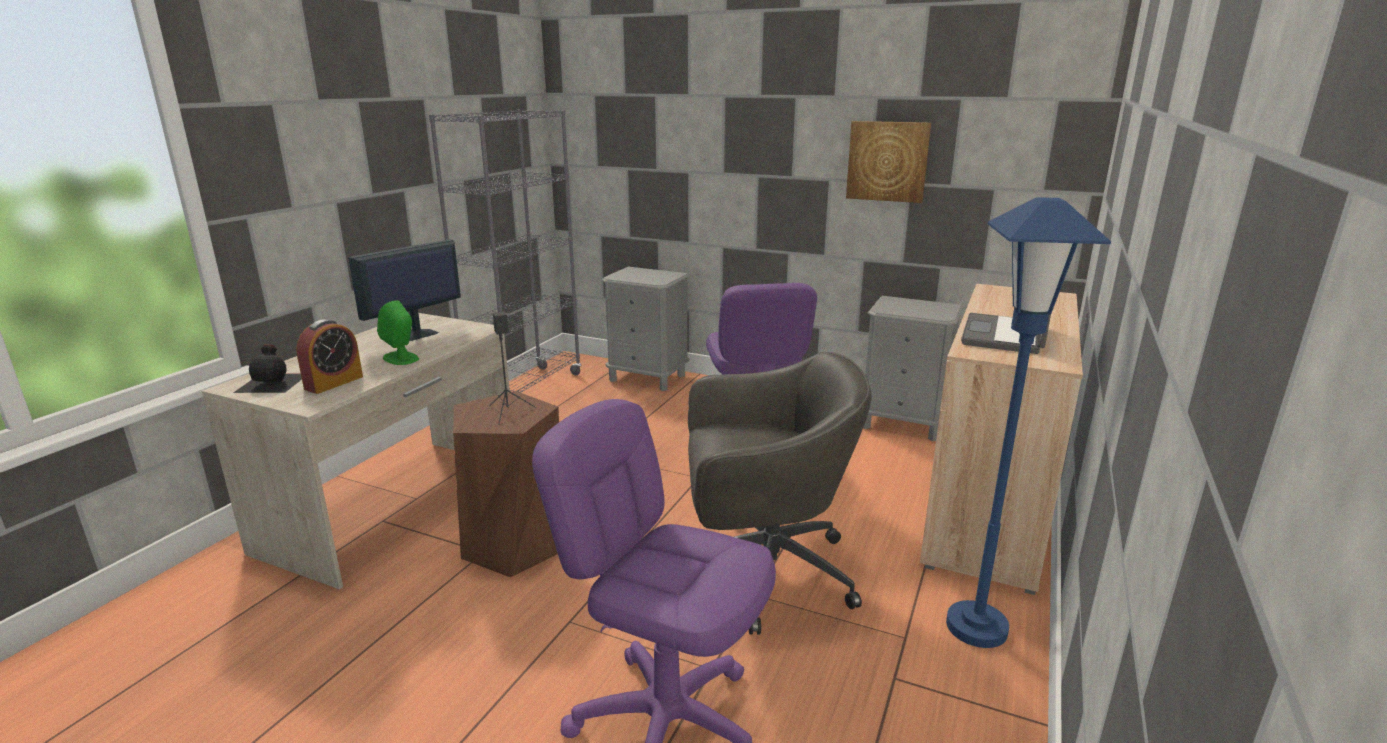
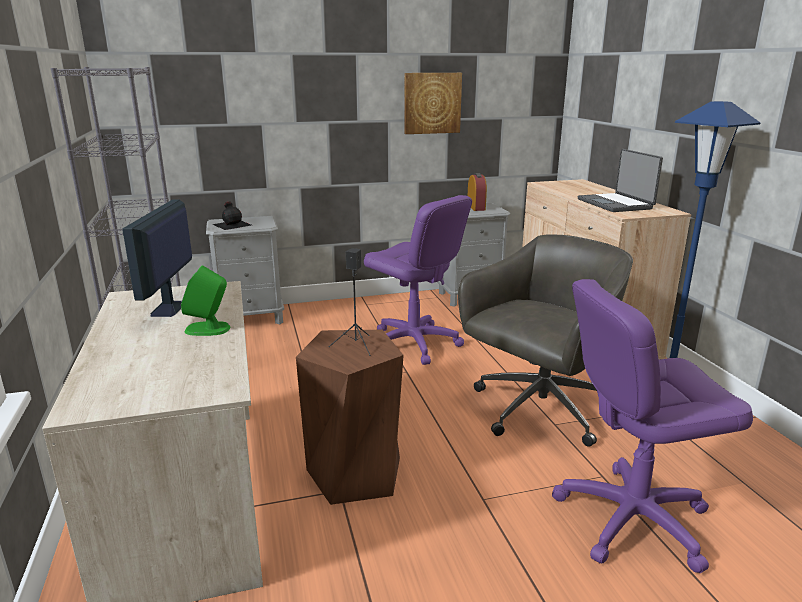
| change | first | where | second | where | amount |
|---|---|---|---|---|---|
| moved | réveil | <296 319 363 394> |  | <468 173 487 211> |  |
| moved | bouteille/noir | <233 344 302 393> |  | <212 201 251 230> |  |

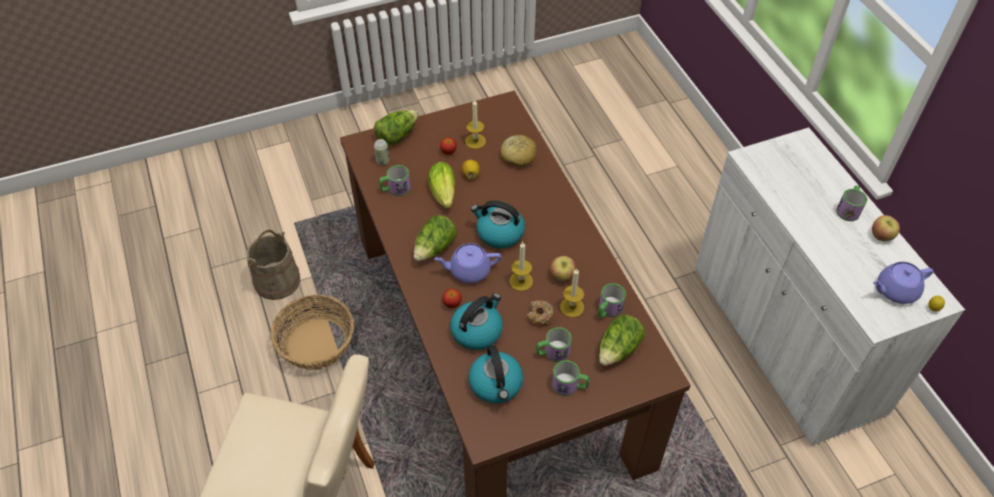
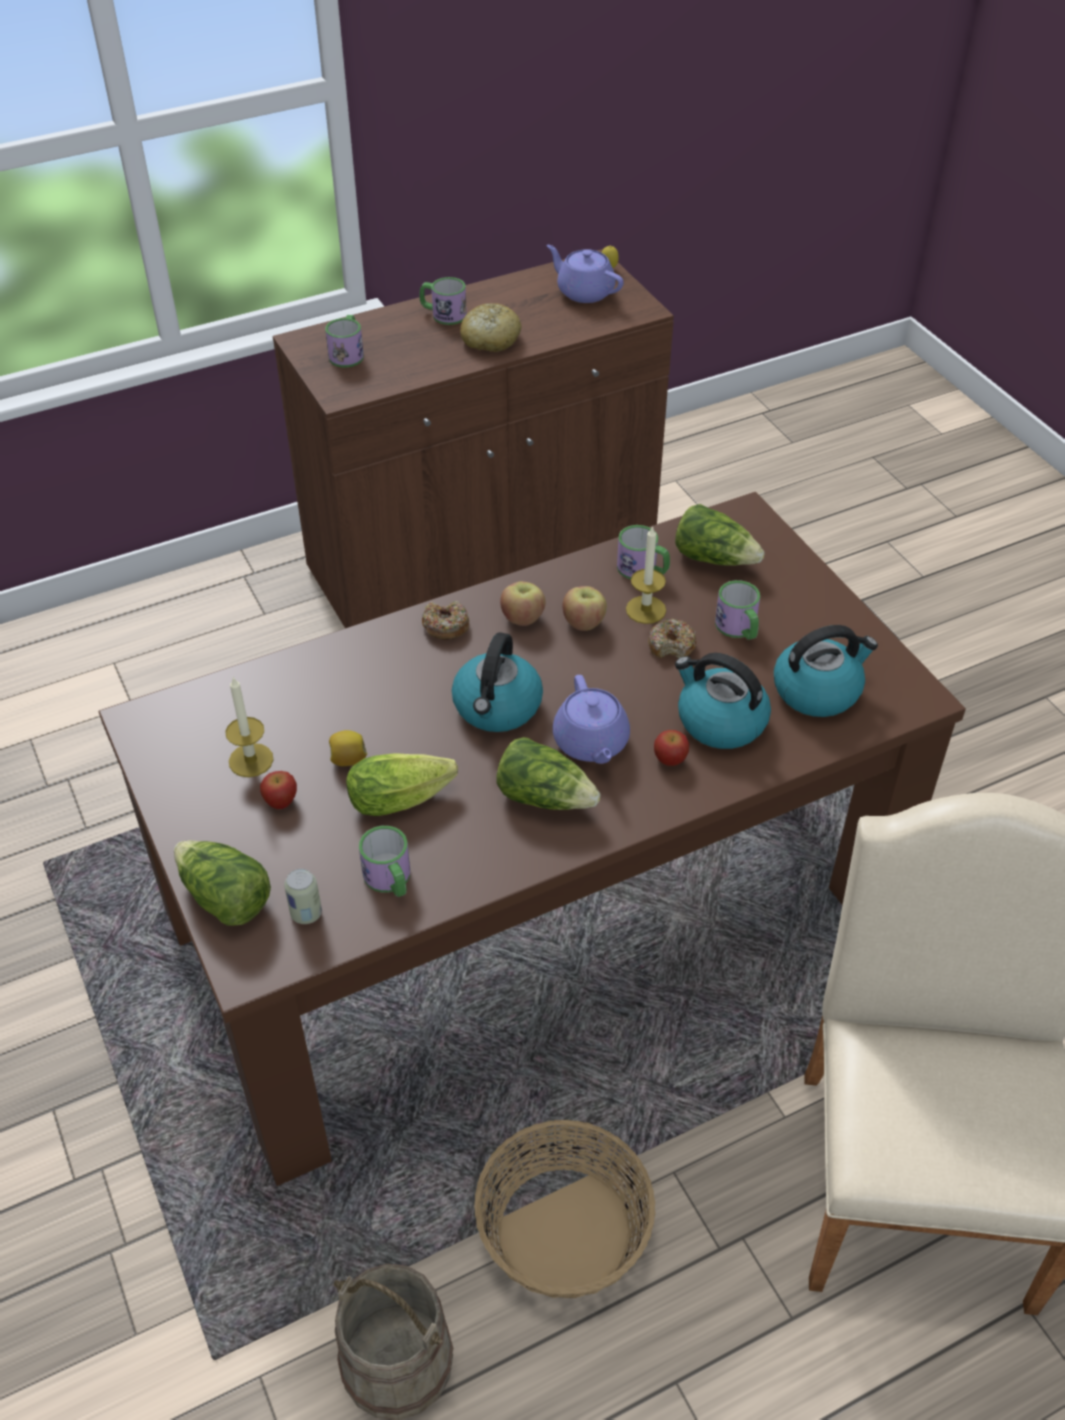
| change | first | where | second | where | amount |
|---|---|---|---|---|---|
| recoloured | meuble de rangement/blanc | <695 128 965 445> | meuble de rangement/marron | <272 249 674 628> |  |
| moved | pain | <501 135 537 167> |  | <460 303 521 352> |  |
| moved | pomme | <872 215 900 241> |  | <500 581 546 626> |  |
| removed | bougie | <509 242 533 291> |  |  |  |
| turned | théière/violet | <873 262 933 304> |  | <546 245 624 303> | 150 degrees clockwise |
| moved | mug | <552 360 589 396> |  | <325 315 364 367> |  |
| added |  |  | beignet | <422 601 469 640> |  |

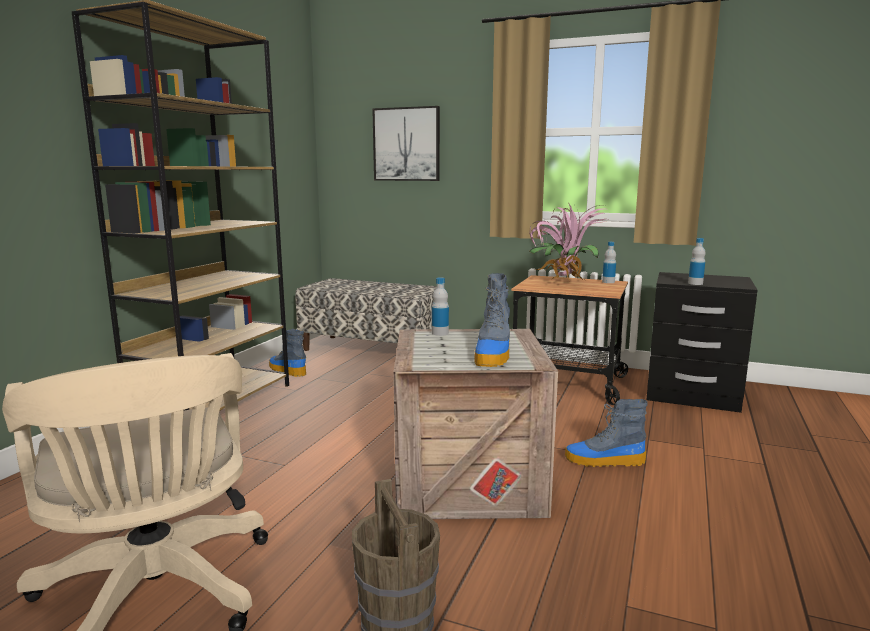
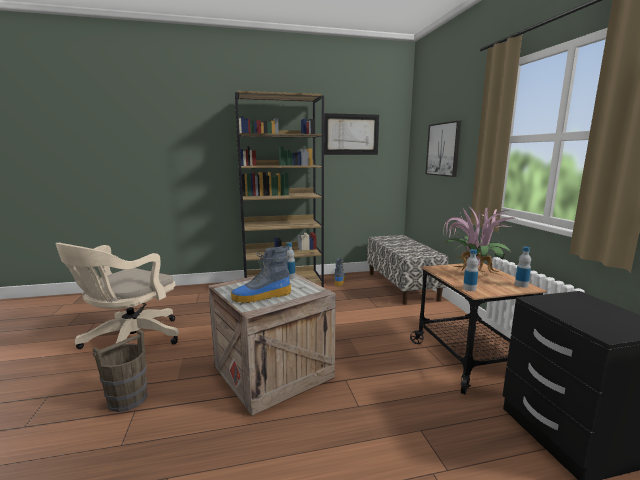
| change | first | where | second | where | amount |
|---|---|---|---|---|---|
| moved | bouteille | <688 238 706 285> |  | <463 249 478 291> |  |
| removed | botte | <565 399 647 467> |  |  |  |
| added |  |  | tableau | <324 113 379 155> |  |

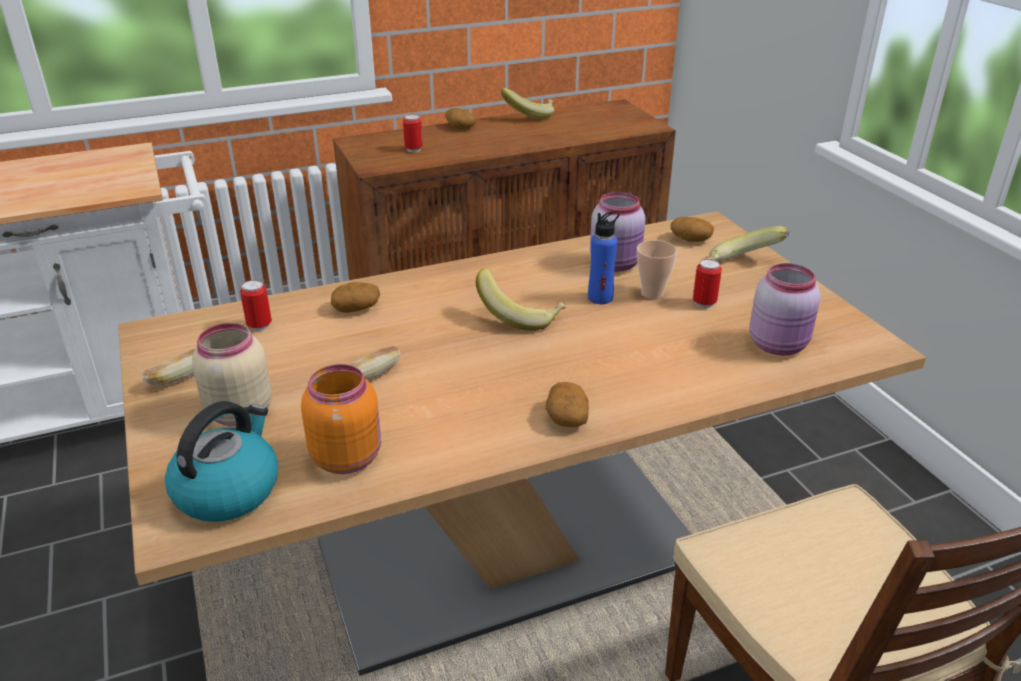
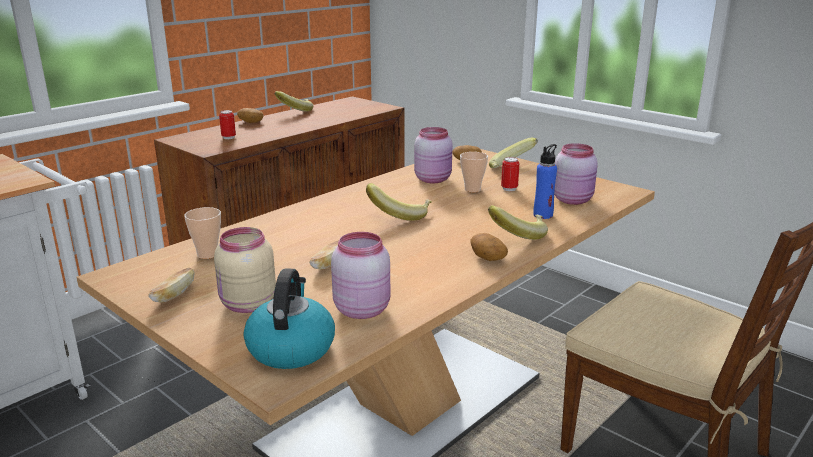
| change | first | where | second | where | amount |
|---|---|---|---|---|---|
| moved | bouteille/bleu | <588 211 620 304> |  | <533 144 557 219> |  |
| replaced | boîte métallique | <240 280 272 331> | tasse | <184 207 221 259> |  |
| removed | pomme de terre | <331 282 380 313> |  |  |  |
| recoloured | bocal/orange | <301 364 381 474> | bocal/rose | <331 232 390 319> |  |
| added |  |  | banane | <488 205 548 240> |  |

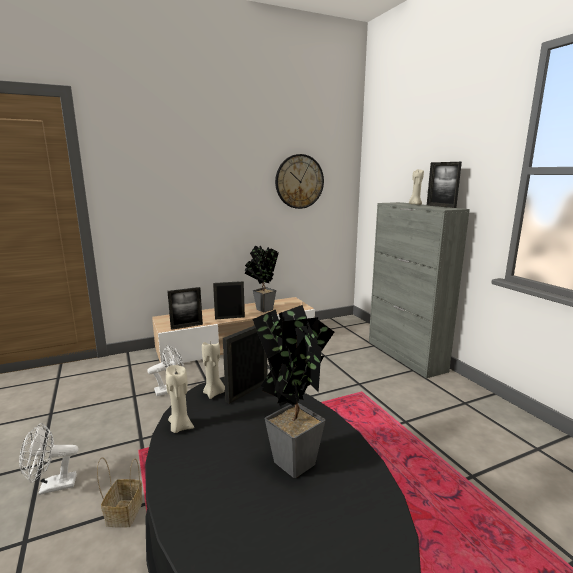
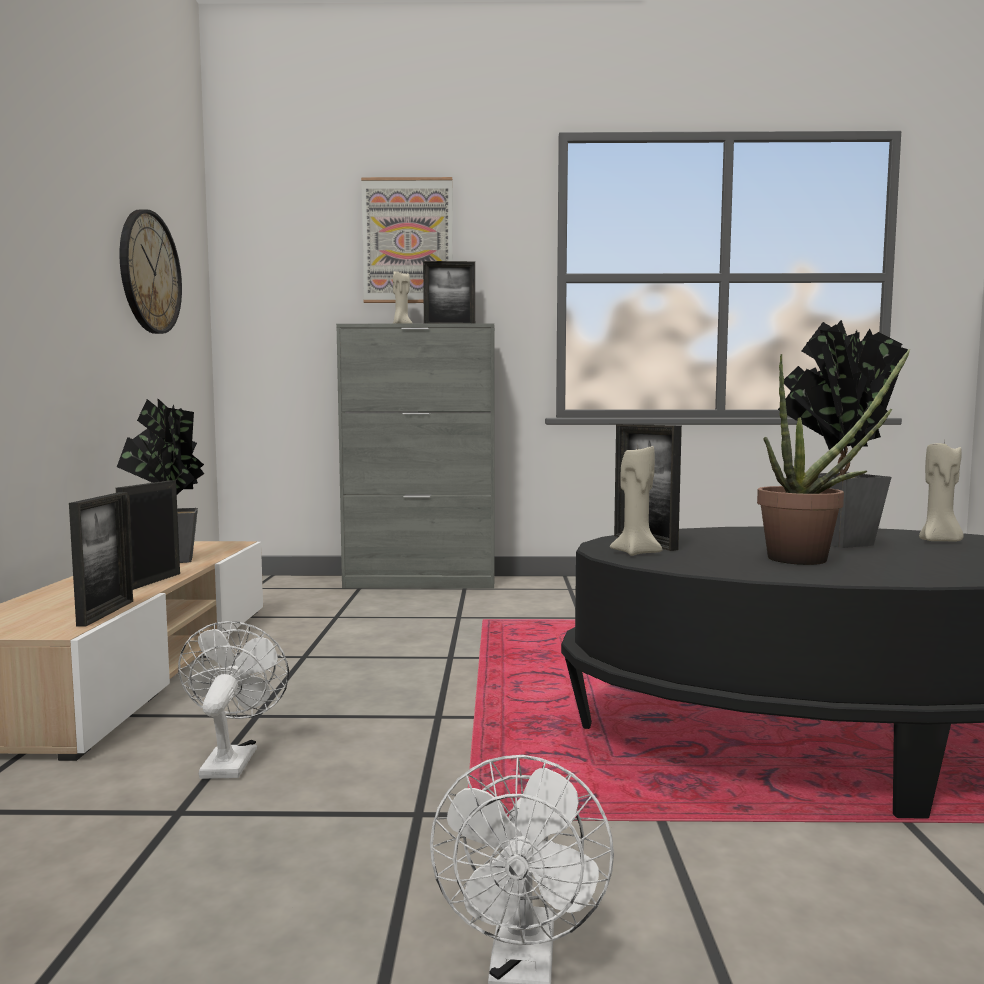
| change | first | where | second | where | amount |
|---|---|---|---|---|---|
| moved | bougie/beige | <166 365 194 433> |  | <919 441 964 542> |  |
| removed | panier | <97 457 142 528> |  |  |  |
| added |  |  | tableau | <361 177 453 303> |  |
| added |  |  | plante en pot | <757 349 911 565> |  |

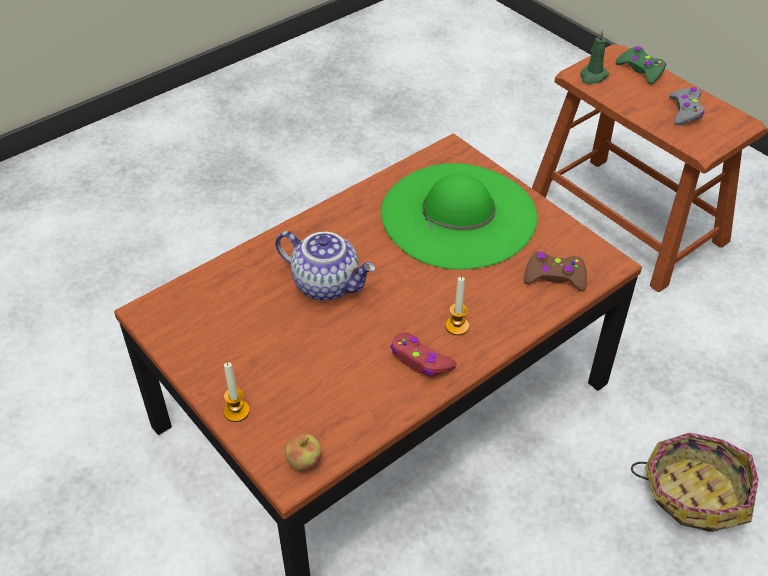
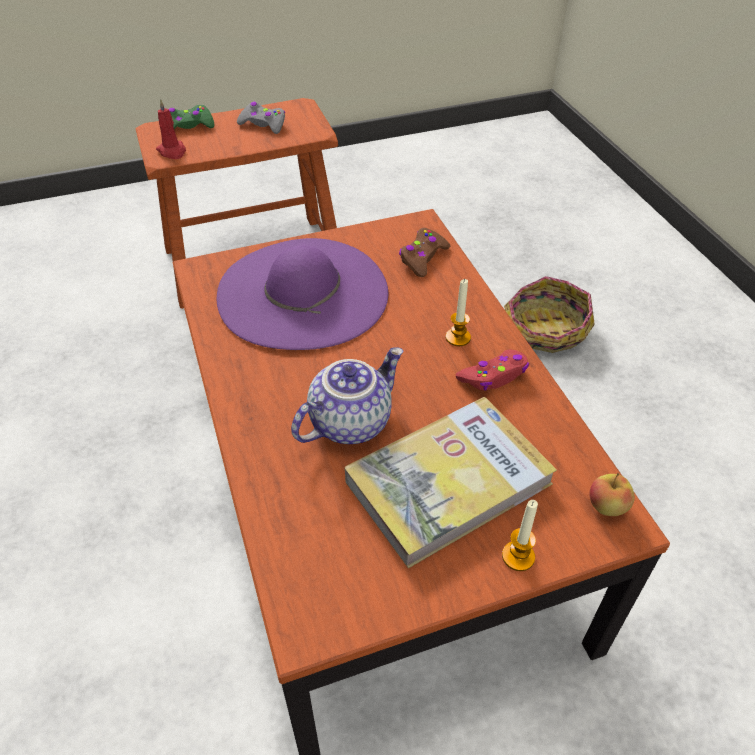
| change | first | where | second | where | amount |
|---|---|---|---|---|---|
| recoloured | bougie/vert | <580 29 609 84> | bougie/rouge | <156 99 186 159> |  |
| recoloured | chapeau/vert | <381 163 537 270> | chapeau/violet | <217 238 388 350> |  |
| added |  |  | livre | <345 397 557 568> |  |

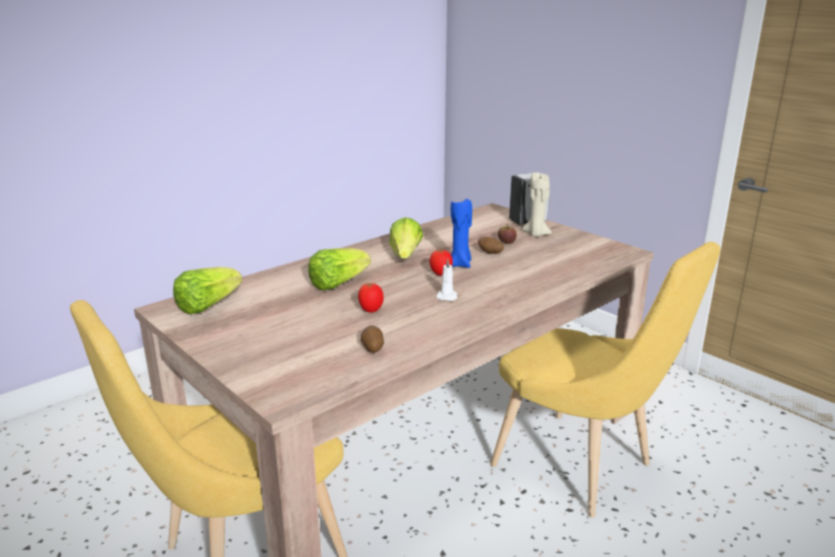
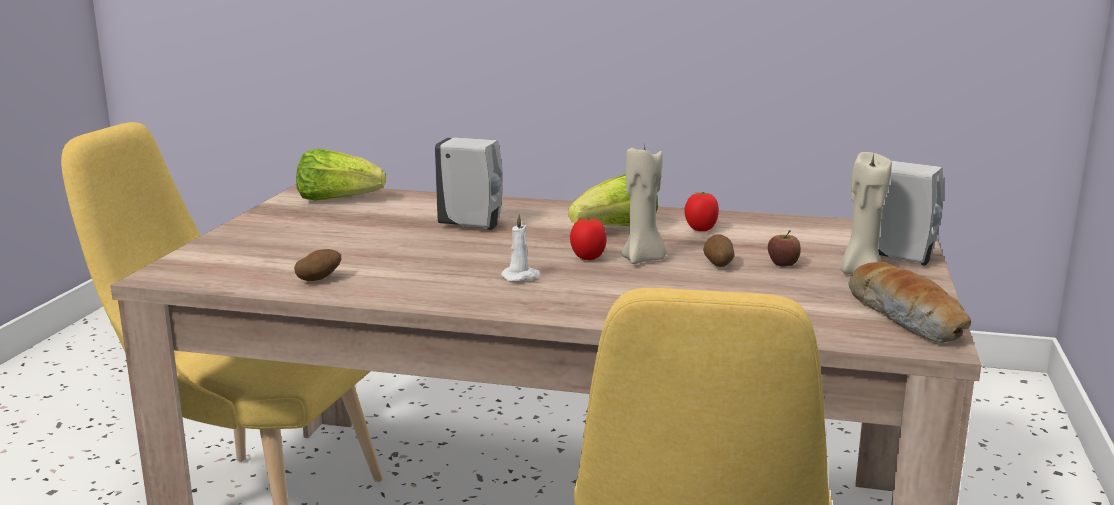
| change | first | where | second | where | amount |
|---|---|---|---|---|---|
| recoloured | bougie/bleu | <451 198 472 268> | bougie/beige | <622 145 667 264> |  |
| replaced | laitue | <308 248 371 290> | distributeur de savon/blanc | <435 137 503 230> |  |
| moved | tomate | <358 283 384 313> |  | <684 192 719 231> |  |
| added |  |  | pain | <849 262 971 343> |  |

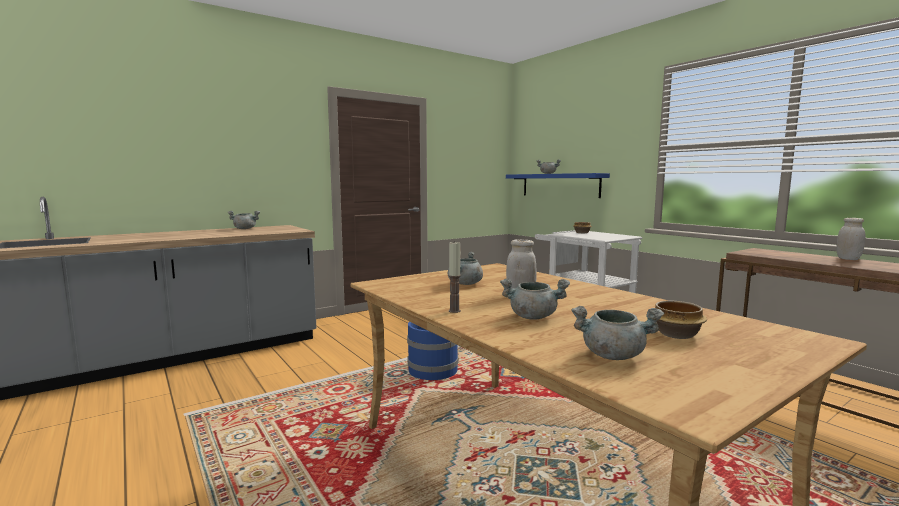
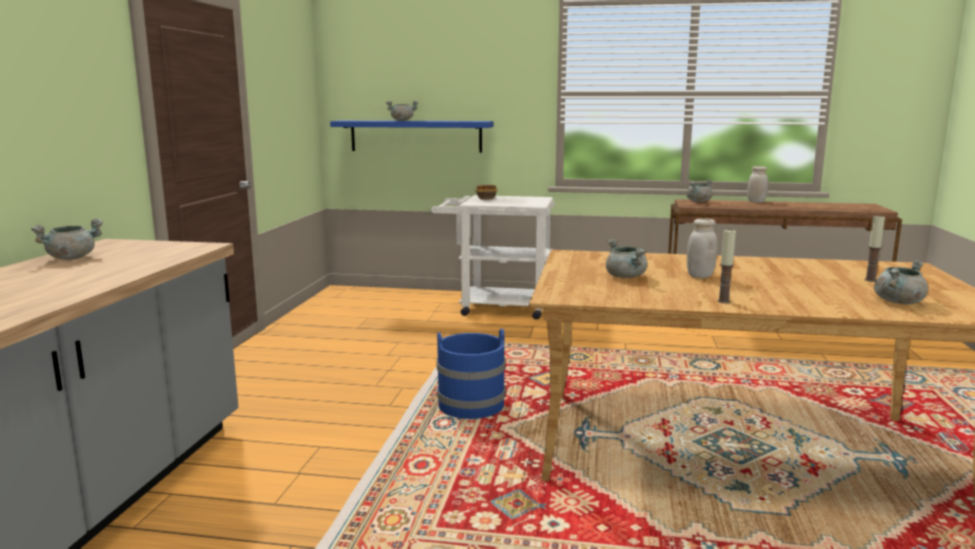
| change | first | where | second | where | amount |
|---|---|---|---|---|---|
| moved | marmite/gris | <500 278 570 320> |  | <686 180 713 202> |  |
| replaced | bol | <655 301 707 339> | bougie | <864 215 885 282> |  |

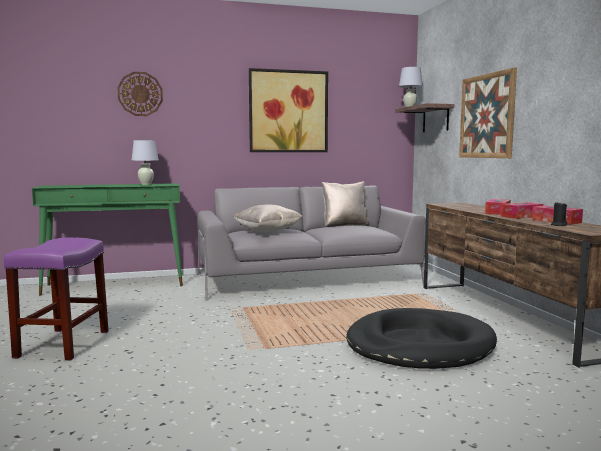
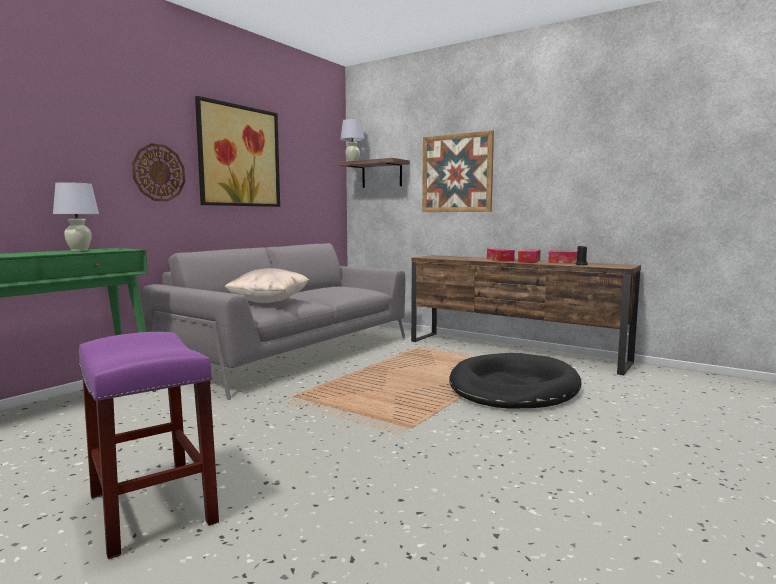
| change | first | where | second | where | amount |
|---|---|---|---|---|---|
| moved | horloge murale | <117 72 163 116> |  | <132 143 185 201> |  |
| removed | coussin/beige | <322 182 369 227> |  |  |  |

